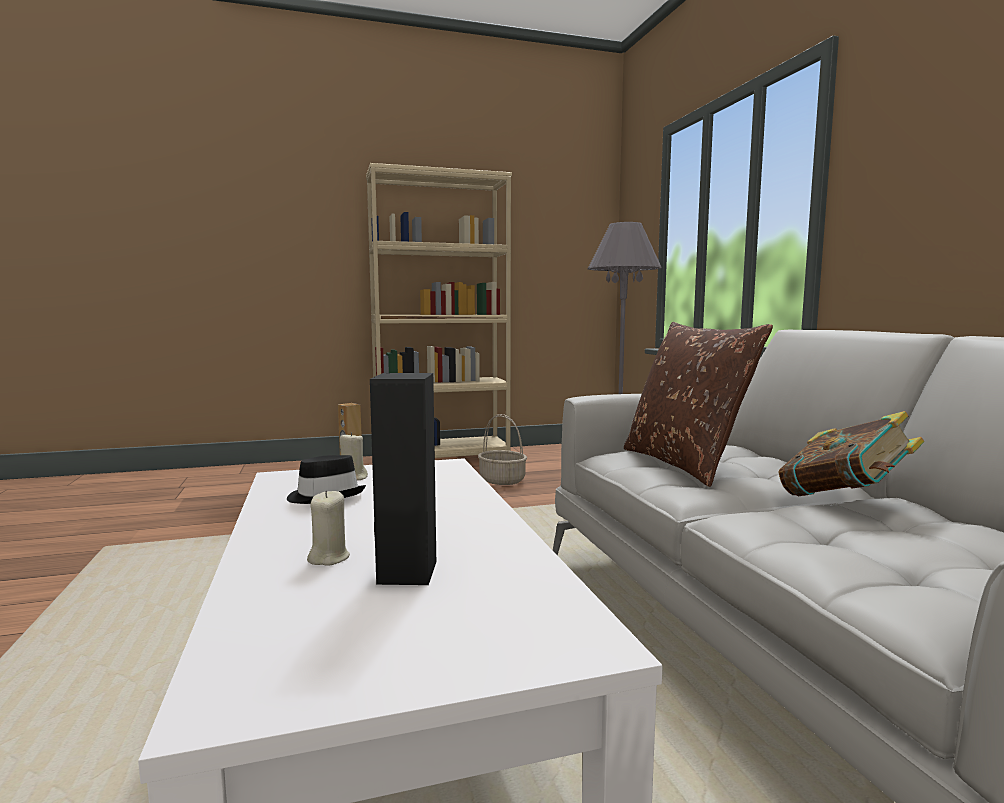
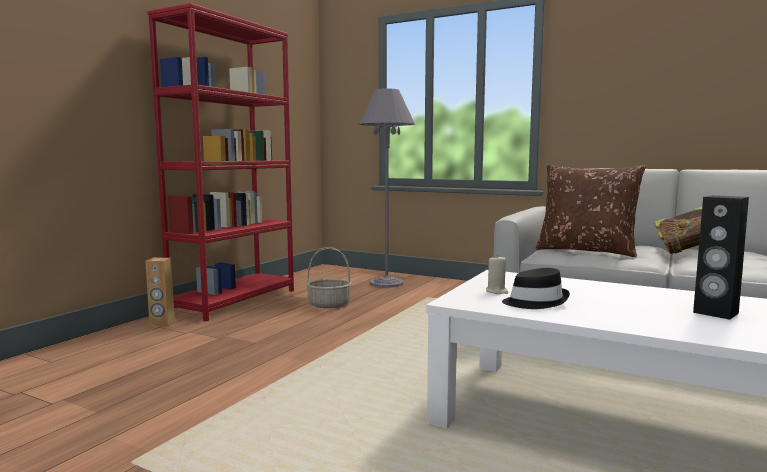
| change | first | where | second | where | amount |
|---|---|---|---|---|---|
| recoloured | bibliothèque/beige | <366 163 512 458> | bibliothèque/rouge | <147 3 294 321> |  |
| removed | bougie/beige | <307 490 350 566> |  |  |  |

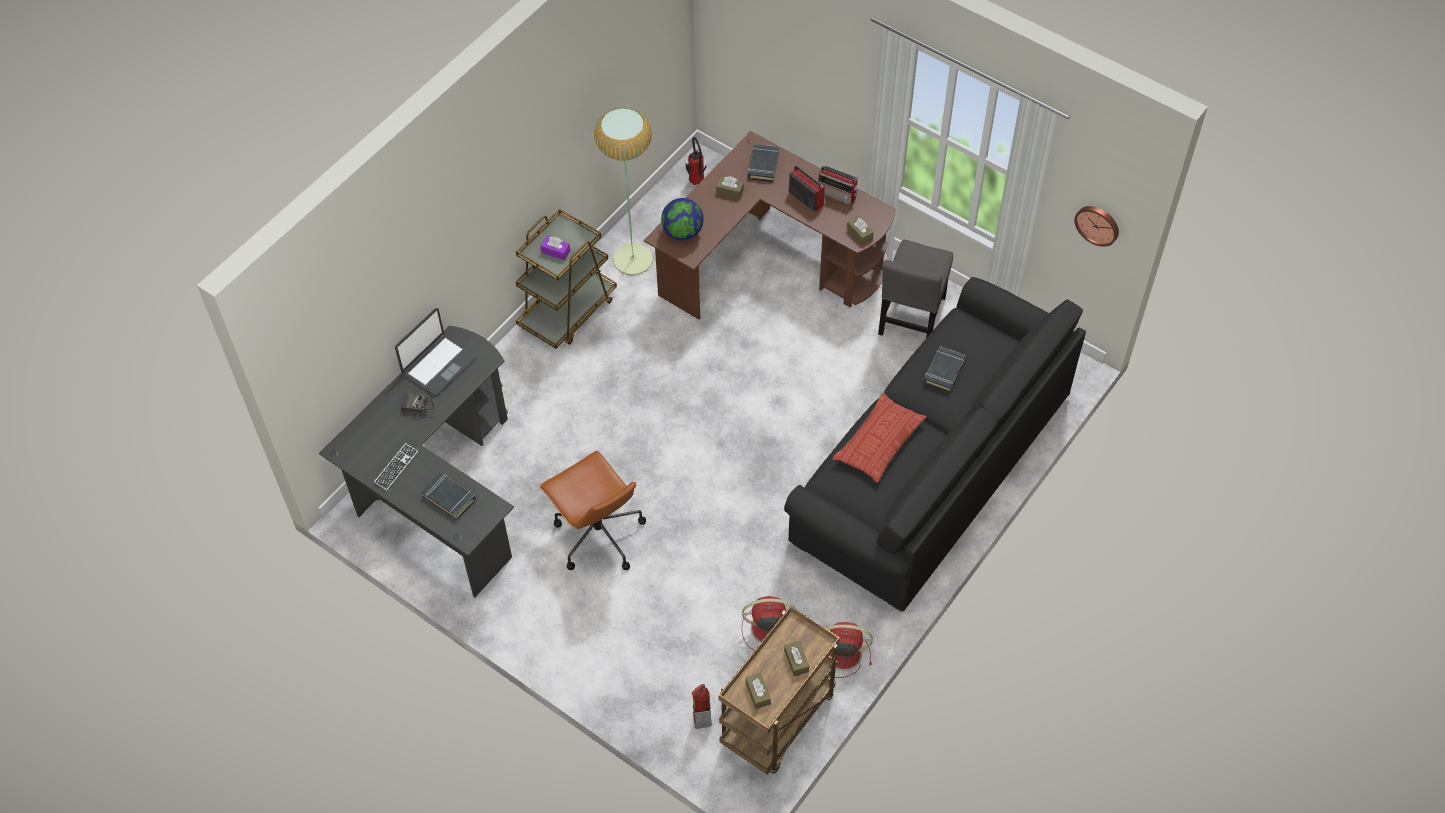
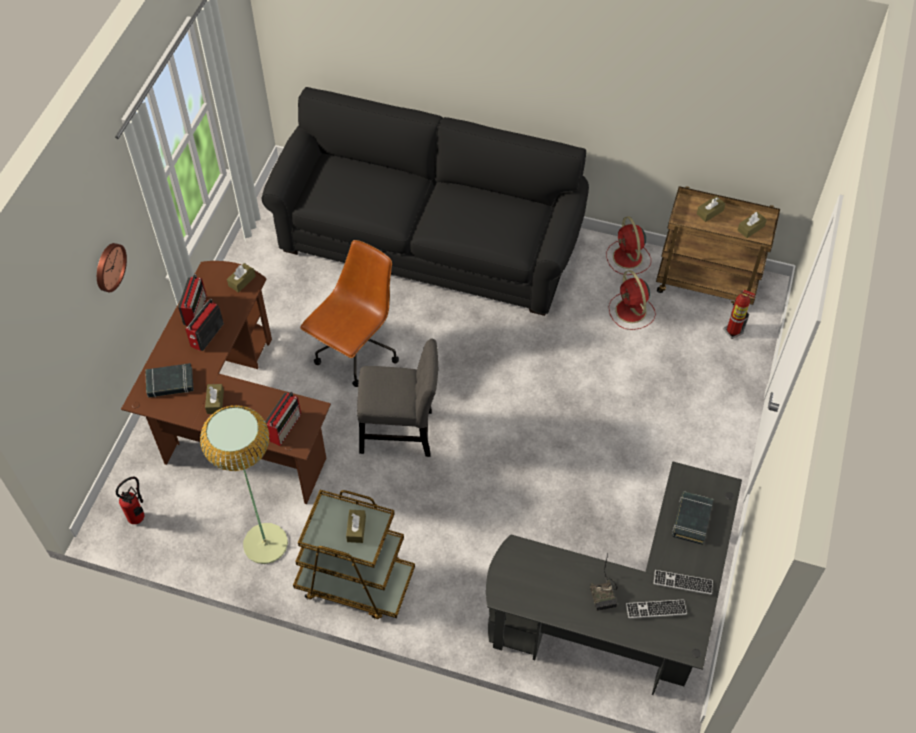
| change | first | where | second | where | amount |
|---|---|---|---|---|---|
| replaced | globe | <661 198 703 241> | radio | <265 392 301 446> |  |
| moved | horloge murale | <1074 206 1119 247> |  | <97 243 127 292> |  |
| recoloured | boîte à mouchoirs/violet | <541 236 570 260> | boîte à mouchoirs/marron | <346 510 366 543> |  |
| moved | chaise/gris | <878 240 953 338> |  | <357 339 439 457> |  |
| removed | ordinateur portable | <395 308 476 396> |  |  |  |
| removed | livre/noir | <923 346 966 393> |  |  |  |
| removed | coussin | <833 393 926 483> |  |  |  |
| moved | chaise de bureau/marron | <539 451 646 570> |  | <300 240 399 387> |  |
| added |  |  | clavier | <626 599 687 618> |  |

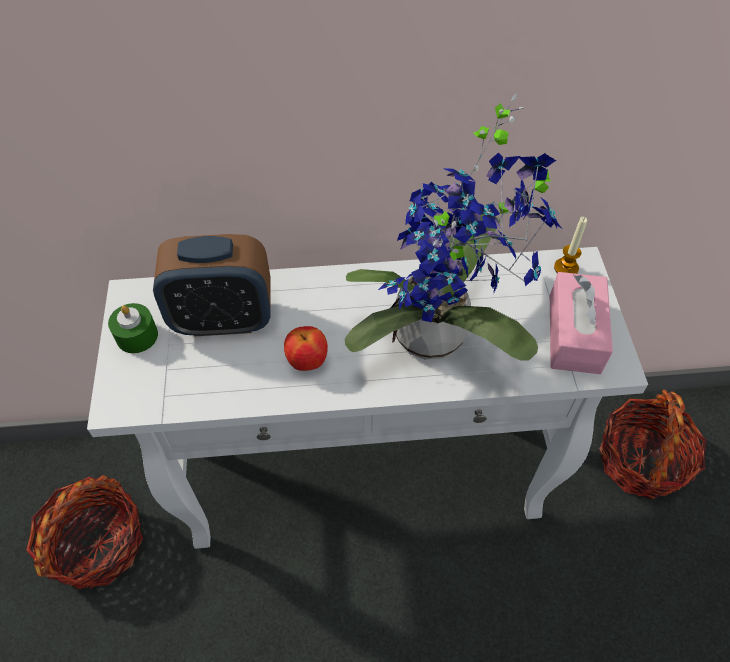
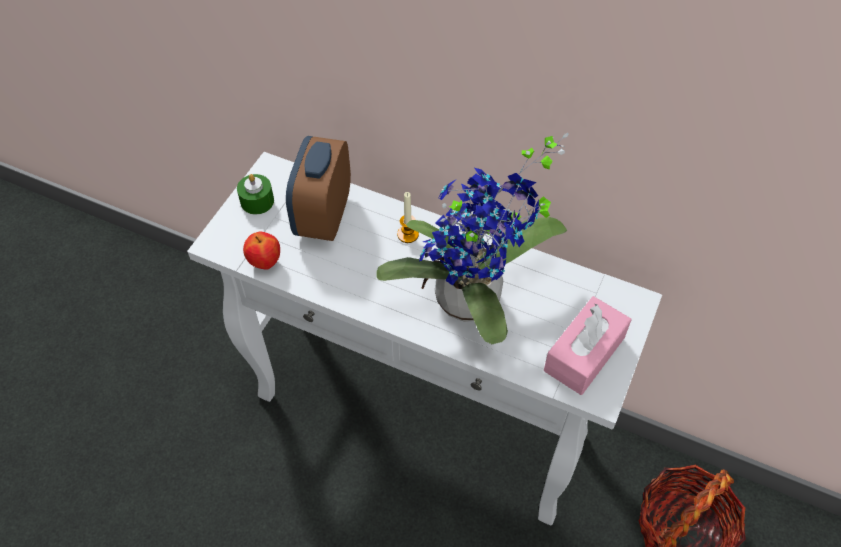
| change | first | where | second | where | amount |
|---|---|---|---|---|---|
| moved | bougie | <554 217 587 274> |  | <397 192 419 243> |  |
| turned | réveil | <153 234 271 336> |  | <286 136 351 241> | 75 degrees clockwise |
| moved | pomme | <284 326 328 371> |  | <243 232 280 270> |  |
| removed | panier | <27 475 143 589> |  |  |  |

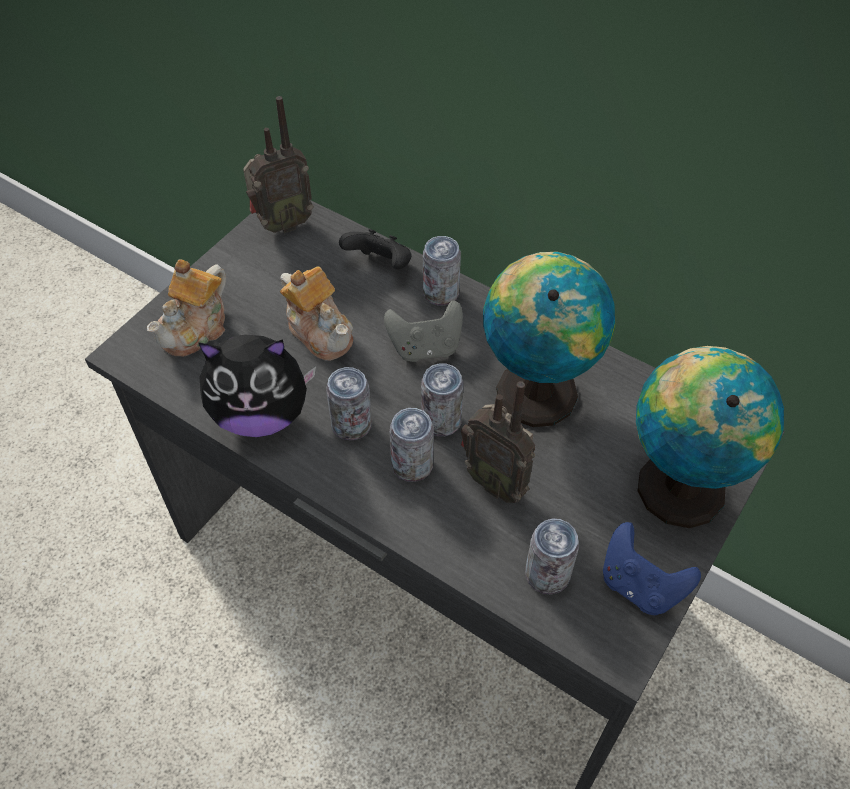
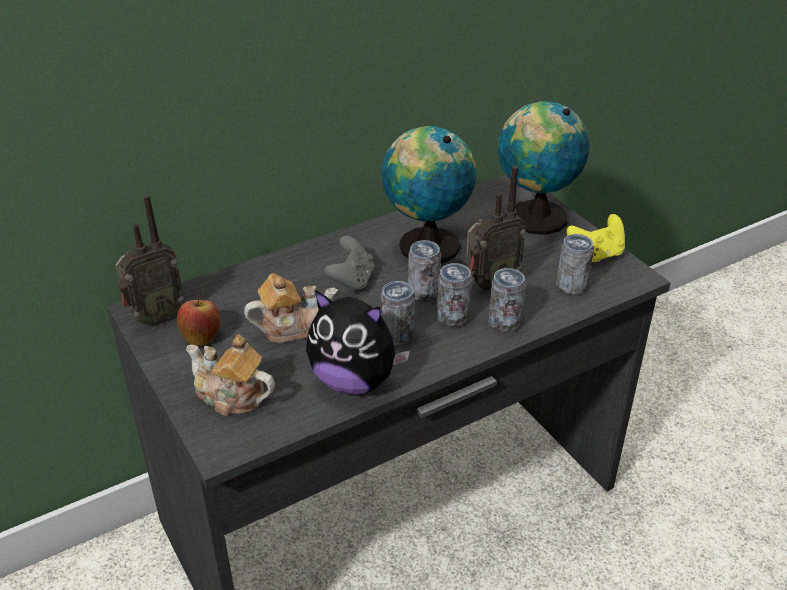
| change | first | where | second | where | amount |
|---|---|---|---|---|---|
| turned | radio | <243 96 314 233> |  | <115 195 184 325> | 60 degrees clockwise |
| removed | manette/noir | <339 229 412 270> |  |  |  |
| moved | boîte métallique | <423 236 461 305> |  | <489 268 526 332> |  |
| turned | théière | <147 260 226 357> |  | <186 335 275 416> | 150 degrees clockwise |
| turned | peluche | <199 334 316 437> |  | <306 290 410 395> | 90 degrees clockwise |
| recoloured | manette/bleu | <603 522 701 615> | manette/jaune | <566 214 625 262> |  |
| added |  |  | pomme | <177 293 221 347> |  |

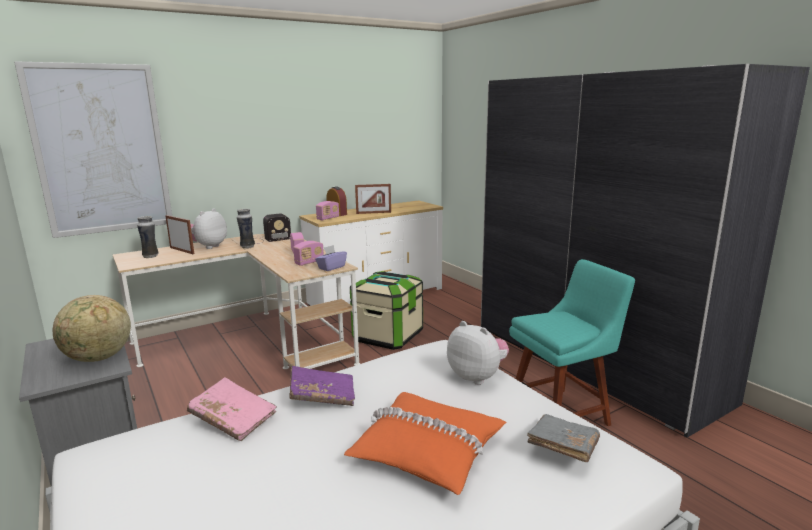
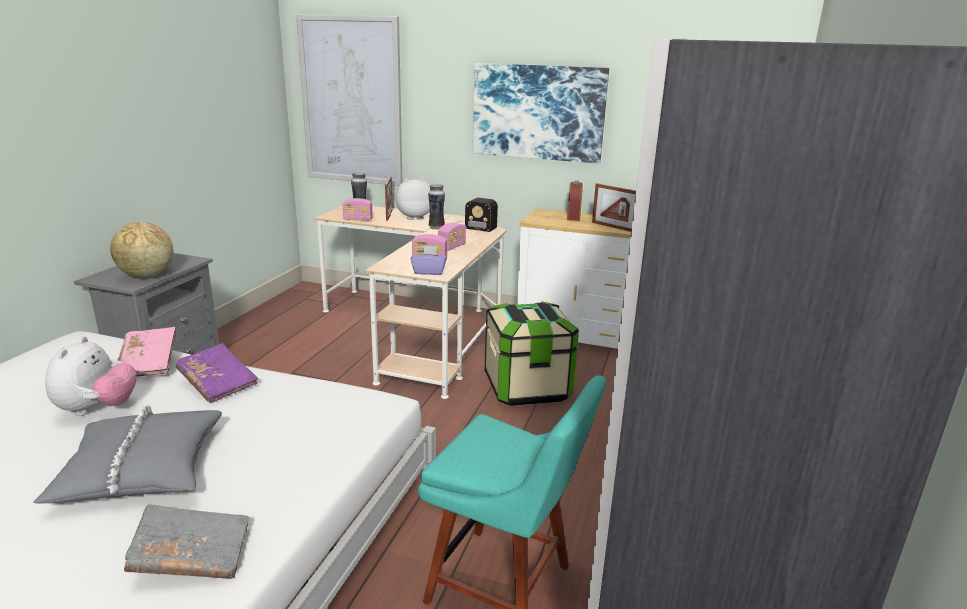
| change | first | where | second | where | amount |
|---|---|---|---|---|---|
| moved | radio | <316 201 339 221> |  | <343 198 373 221> |  |
| moved | peluche | <447 321 509 385> |  | <45 336 137 416> |  |
| recoloured | coussin/orange | <344 392 506 495> | coussin/gris | <33 405 222 503> |  |
| added |  |  | tableau | <473 63 609 164> |  |

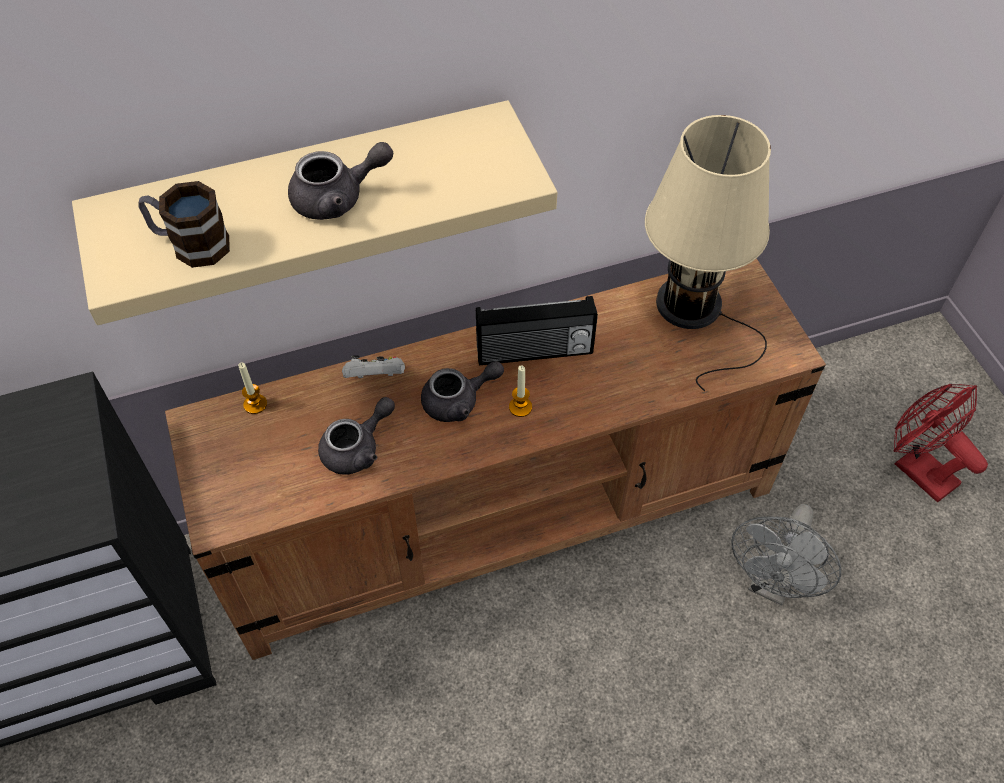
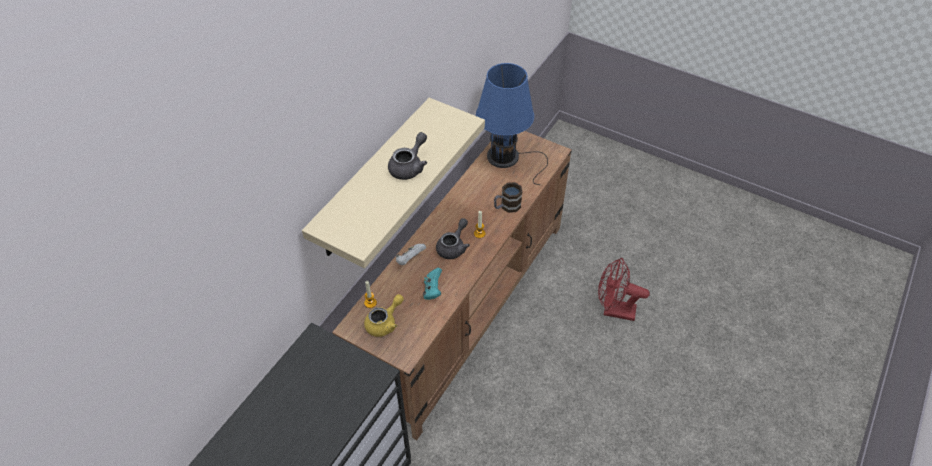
| change | first | where | second | where | amount |
|---|---|---|---|---|---|
| recoloured | lampe de table/beige | <645 115 771 391> | lampe de table/bleu | <476 63 548 185> |  |
| moved | mug | <139 181 230 268> |  | <494 182 522 213> |  |
| removed | radio | <476 296 598 366> |  |  |  |
| moved | ventilateur/rouge | <893 383 988 502> |  | <598 258 650 321> |  |
| replaced | théière/gris | <318 397 395 475> | manette/turquoise | <423 268 442 300> |  |
| removed | ventilateur/gris | <731 504 841 606> |  |  |  |
| added |  |  | théière/jaune | <364 294 404 337> |  |

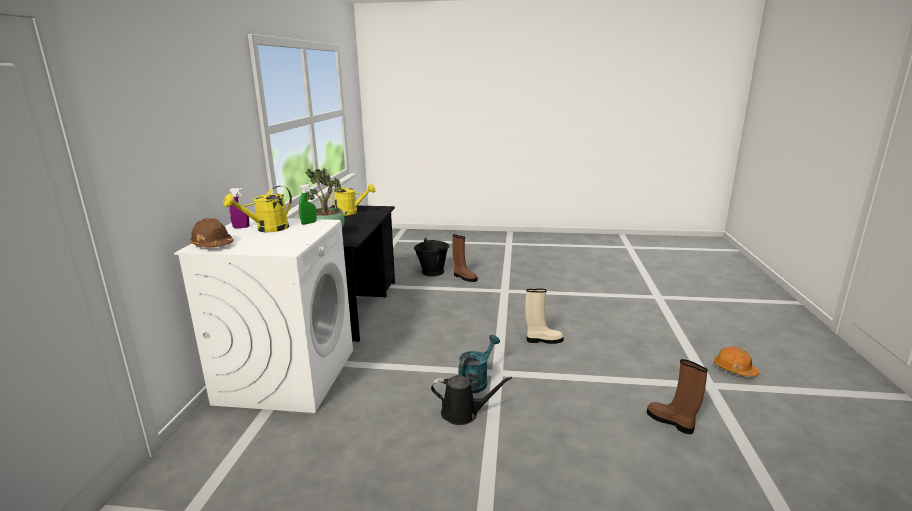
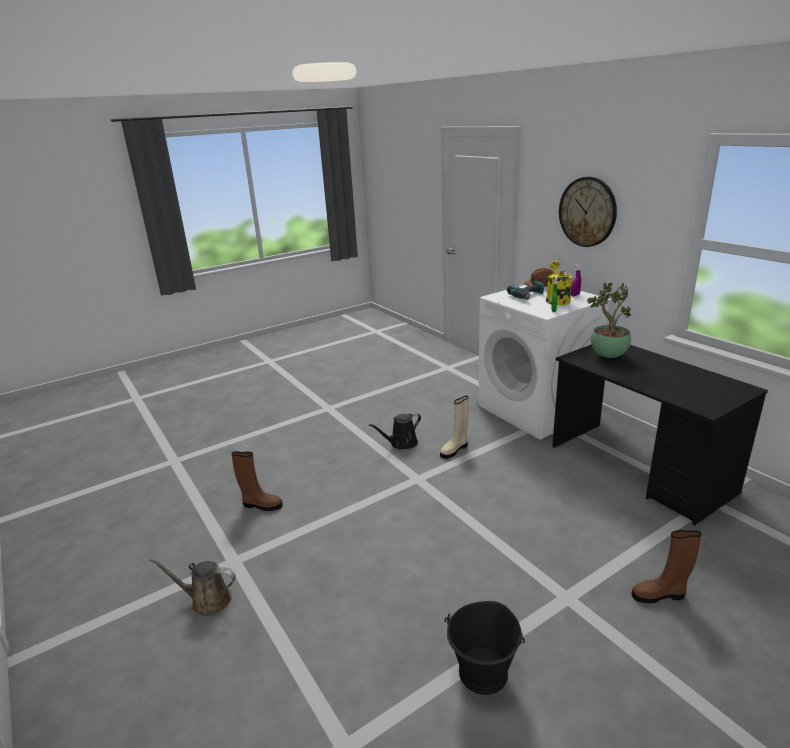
| change | first | where | second | where | amount |
|---|---|---|---|---|---|
| removed | arrosoir/jaune | <327 184 375 216> |  |  |  |
| moved | seau/noir | <414 238 450 276> |  | <444 601 525 695> |  |
| moved | botte/beige | <525 289 564 344> |  | <440 396 469 459> |  |
| removed | arrosoir/turquoise | <459 335 500 393> |  |  |  |
| replaced | casque de chantier/orange | <714 347 759 377> | arrosoir/marron | <149 558 236 616> |  |
| added |  |  | horloge murale | <559 177 617 247> |  |
| added |  |  | perceuse | <507 281 544 300> |  |

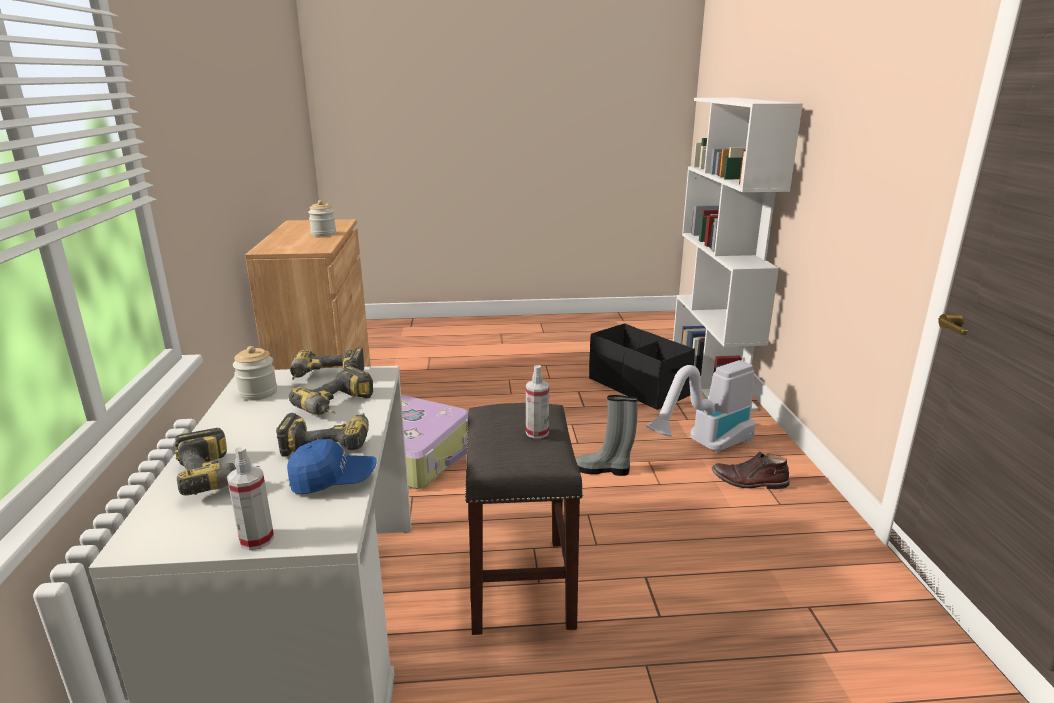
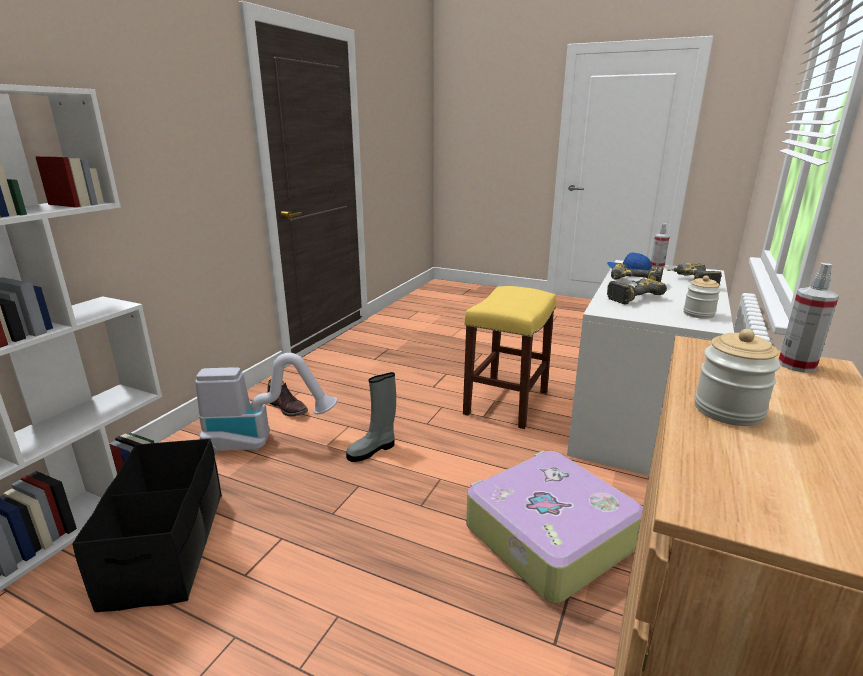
| change | first | where | second | where | amount |
|---|---|---|---|---|---|
| removed | perceuse | <290 347 364 380> |  |  |  |
| moved | vaporisateur | <526 365 549 439> |  | <779 263 839 373> |  |
| turned | botte/gris | <576 395 638 476> |  | <346 372 396 462> | 105 degrees clockwise |
| recoloured | tabouret/gris | <465 403 583 635> | tabouret/jaune | <463 286 556 429> |  |

